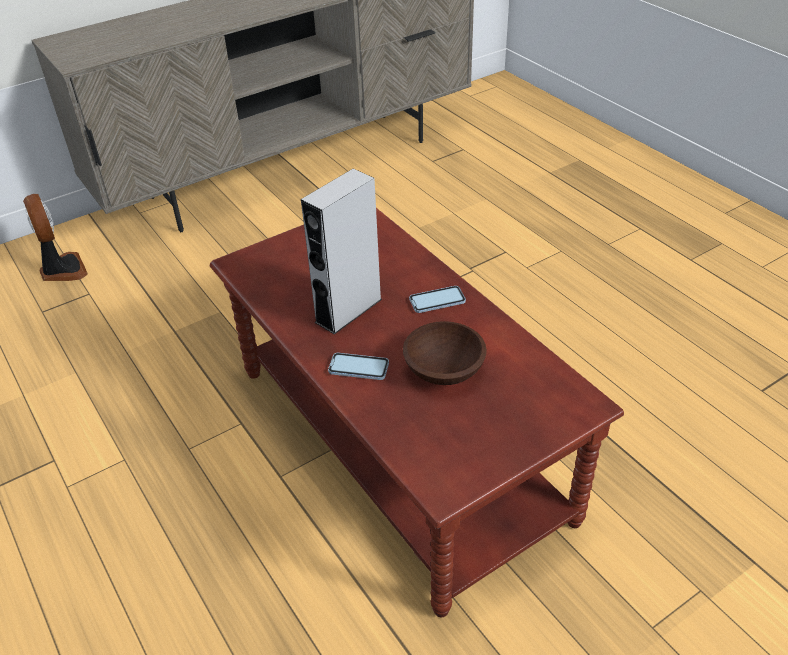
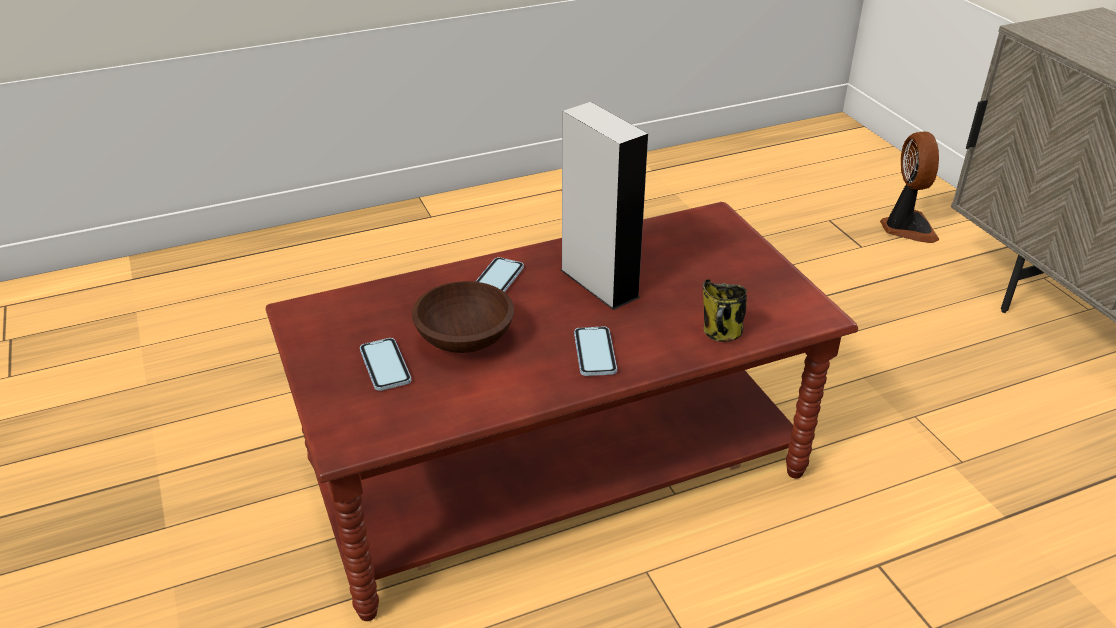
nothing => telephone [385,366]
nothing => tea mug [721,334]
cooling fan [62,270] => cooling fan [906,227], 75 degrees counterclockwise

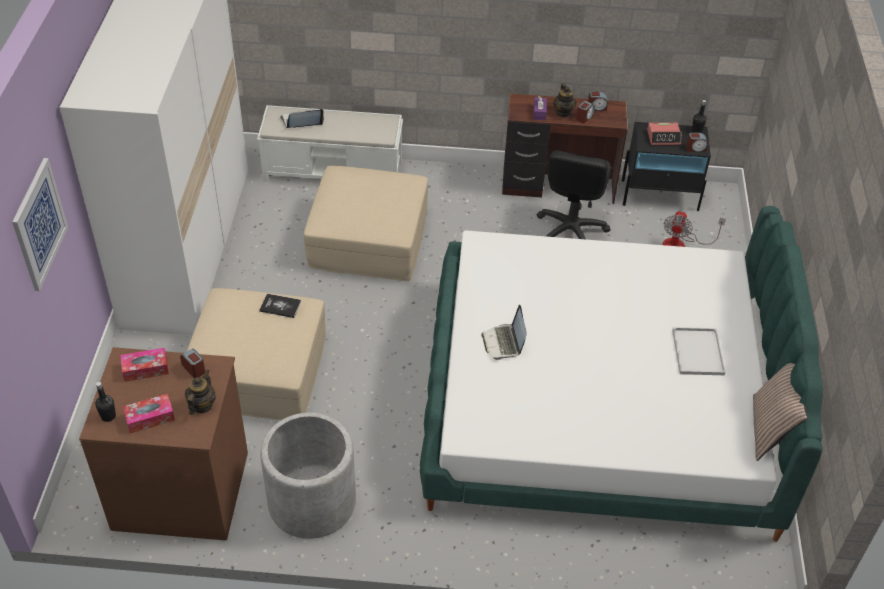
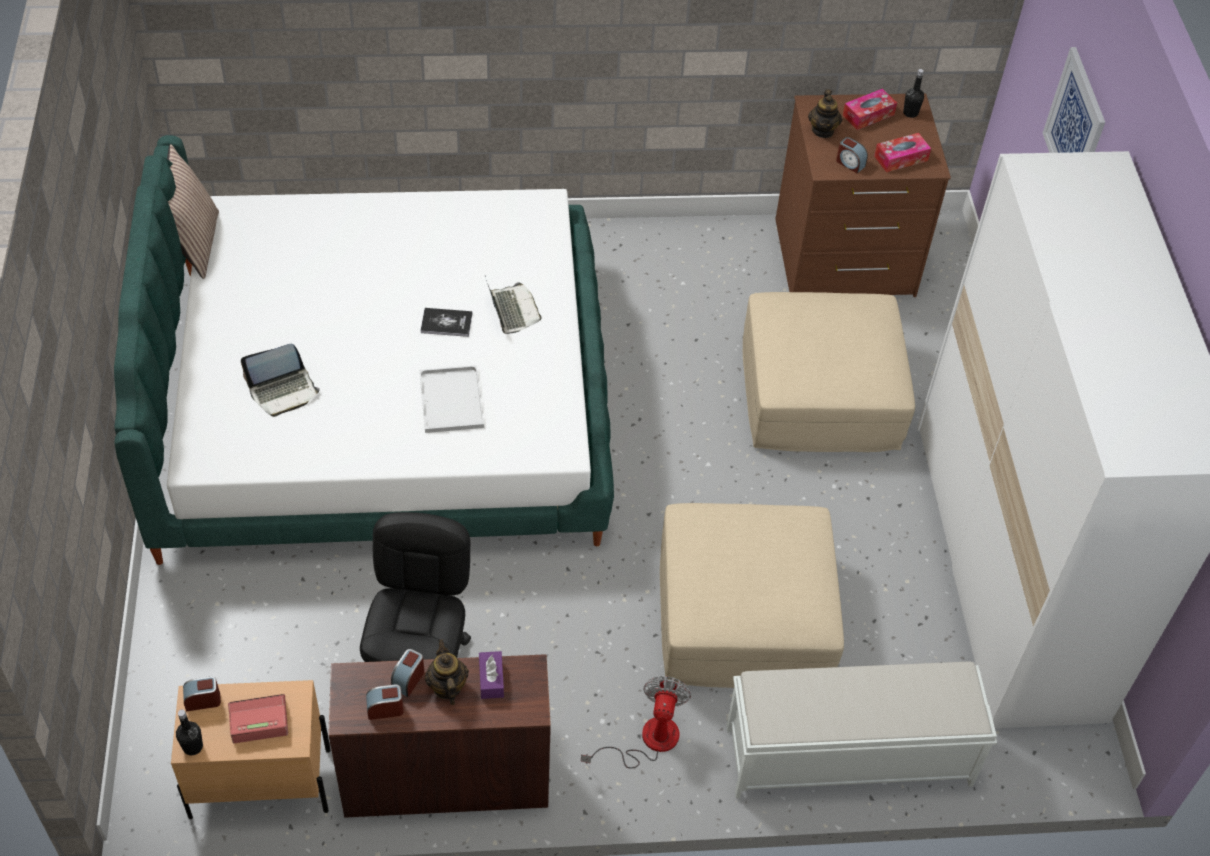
grey planter [311,502] => nothing
book [280,306] => book [446,323], shifted
notebook computer [301,122] => notebook computer [283,391], shifted
cooling fan [681,245] => cooling fan [647,741], shifted
white-coloured carrying tray [698,353] => white-coloured carrying tray [450,399], shifted
black bedside table [660,195] => beige-coloured bedside table [259,783]

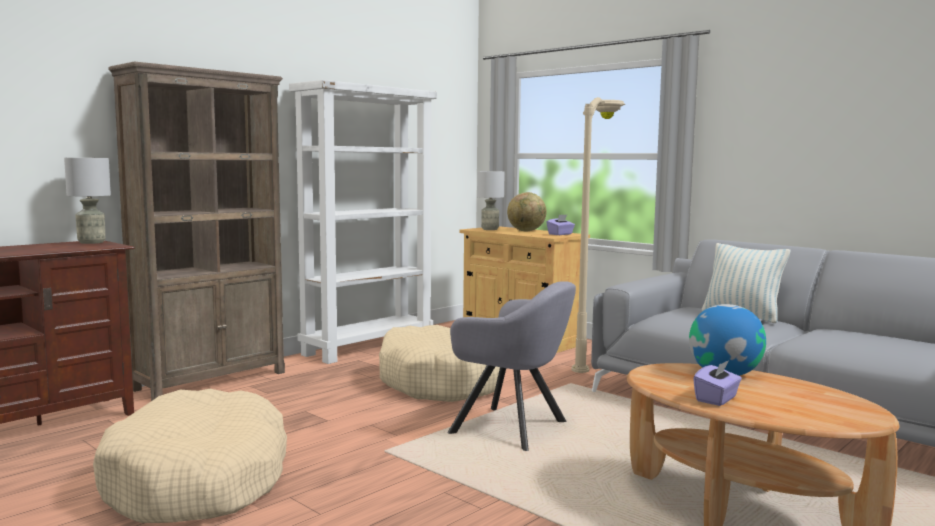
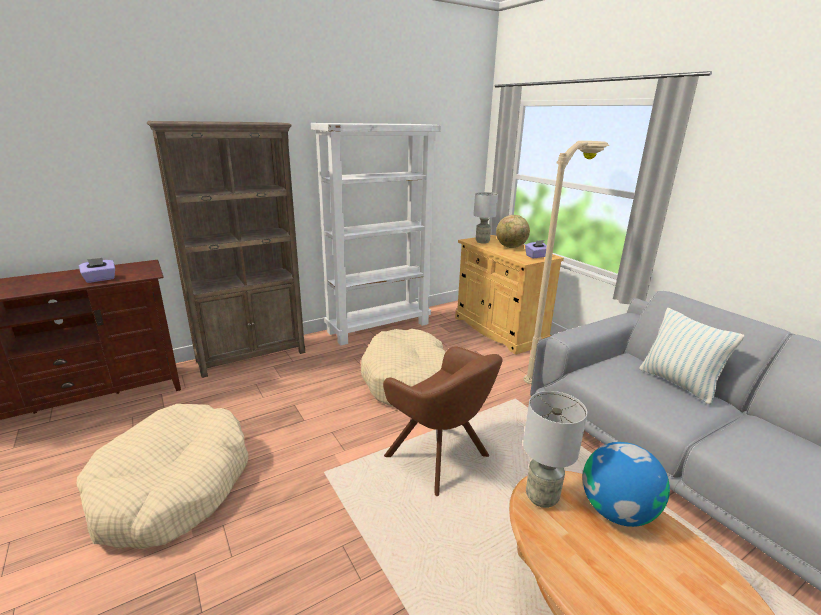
grey tabletop lamp [91,242] => grey tabletop lamp [541,498], shifted
purple-coloured tissue box [717,399] => purple-coloured tissue box [100,279], shifted
grey armchair [514,429] => brownish armchair [441,460]

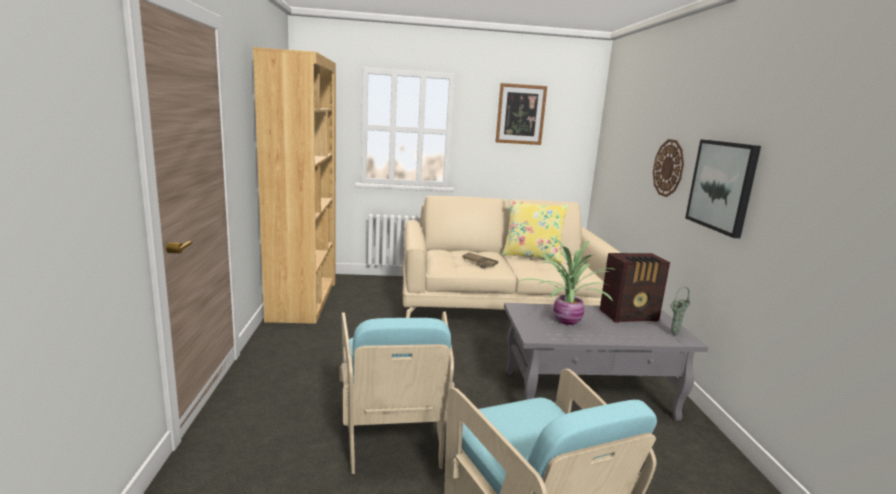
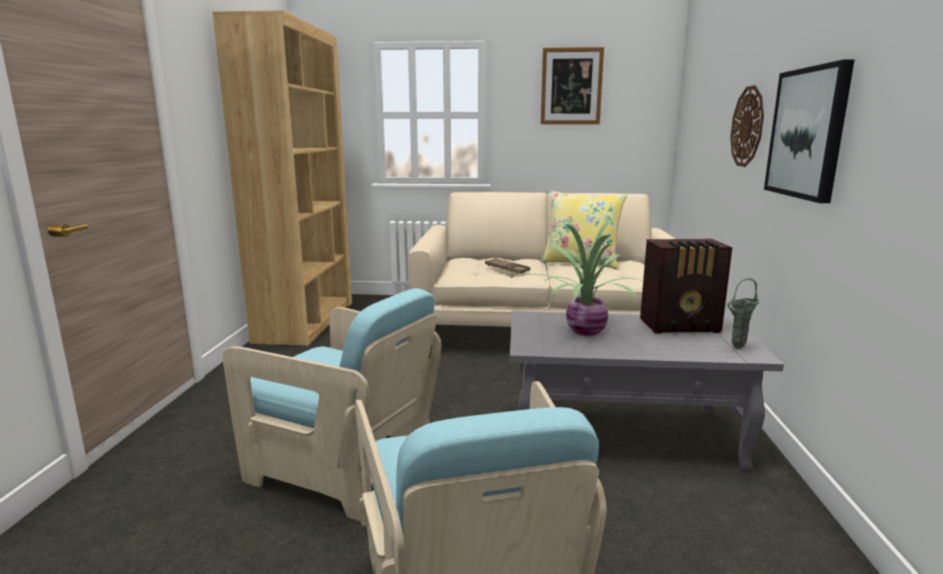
turquoise armchair [393,431] => turquoise armchair [342,469], 60 degrees counterclockwise

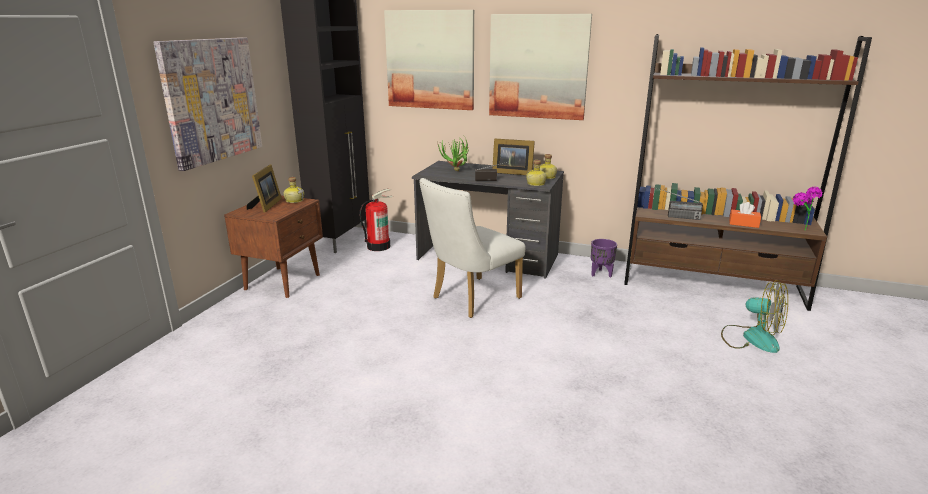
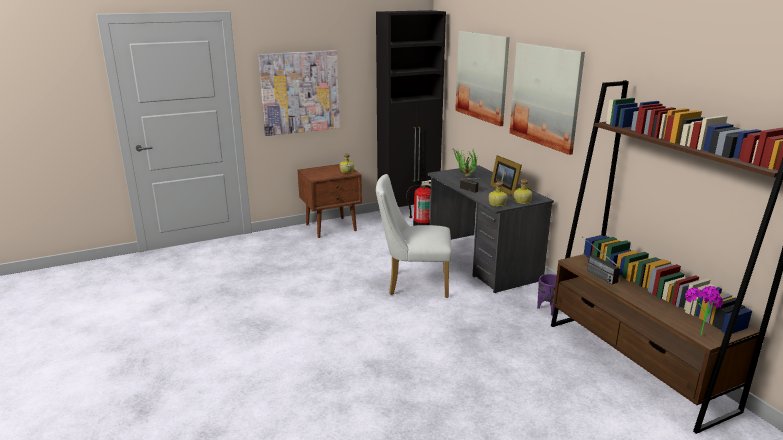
photo frame [266,205] => nothing
cooling fan [751,338] => nothing
orange-coloured tissue box [743,224] => nothing

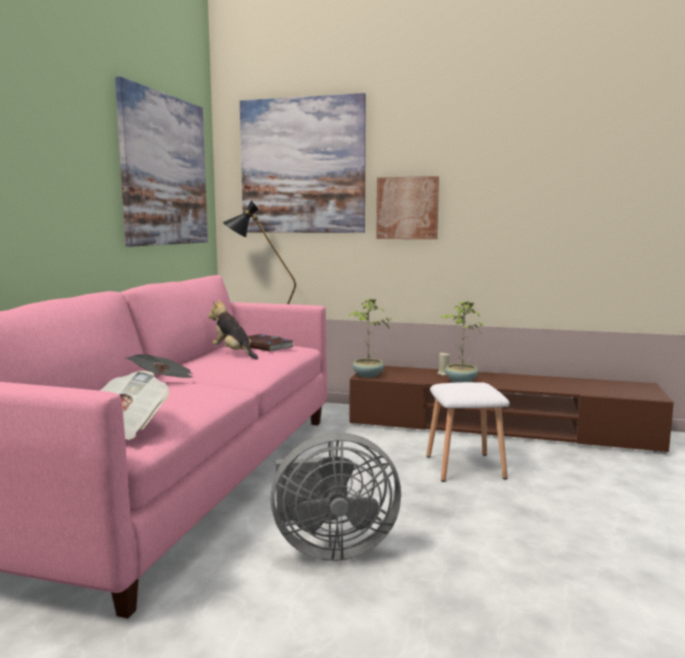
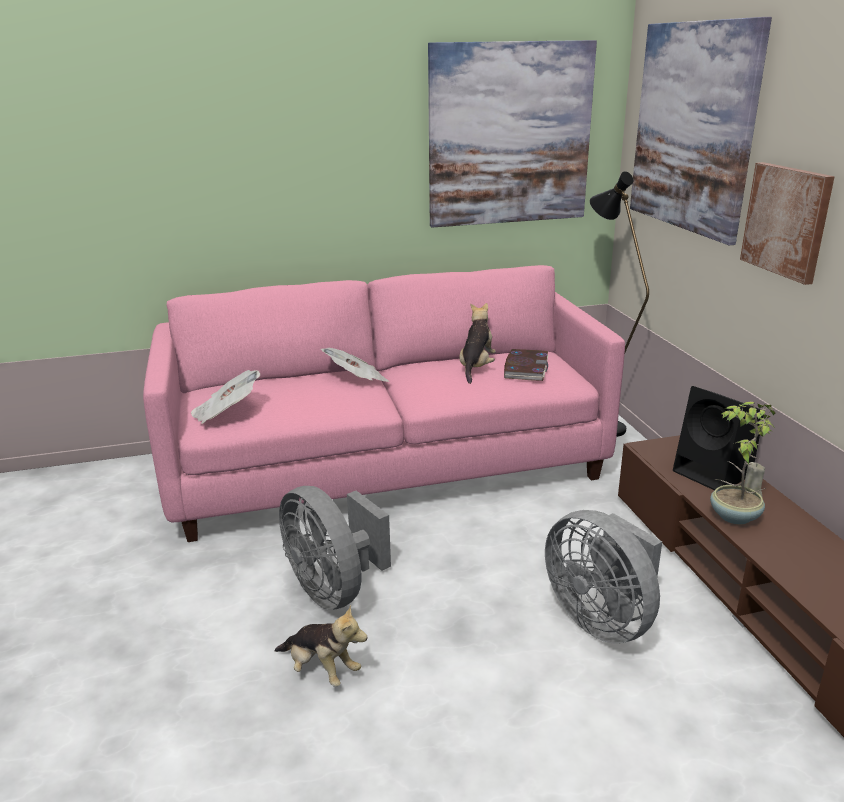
potted plant [368,375] => nothing
nothing => cuddly toy [321,670]
nothing => black speaker [714,474]
white-coloured stool seat [466,466] => grey cooling fan [601,619]

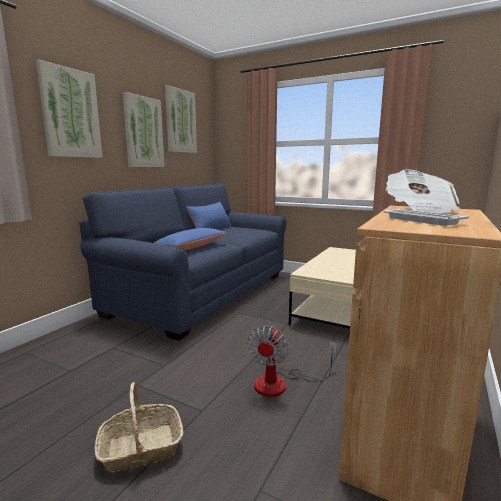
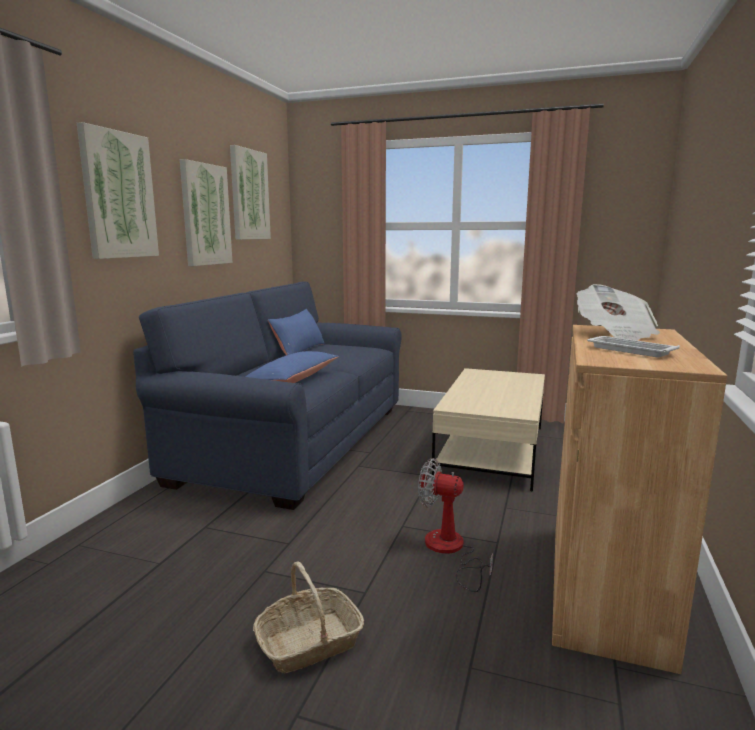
cooling fan [281,383] => cooling fan [450,551], 105 degrees clockwise

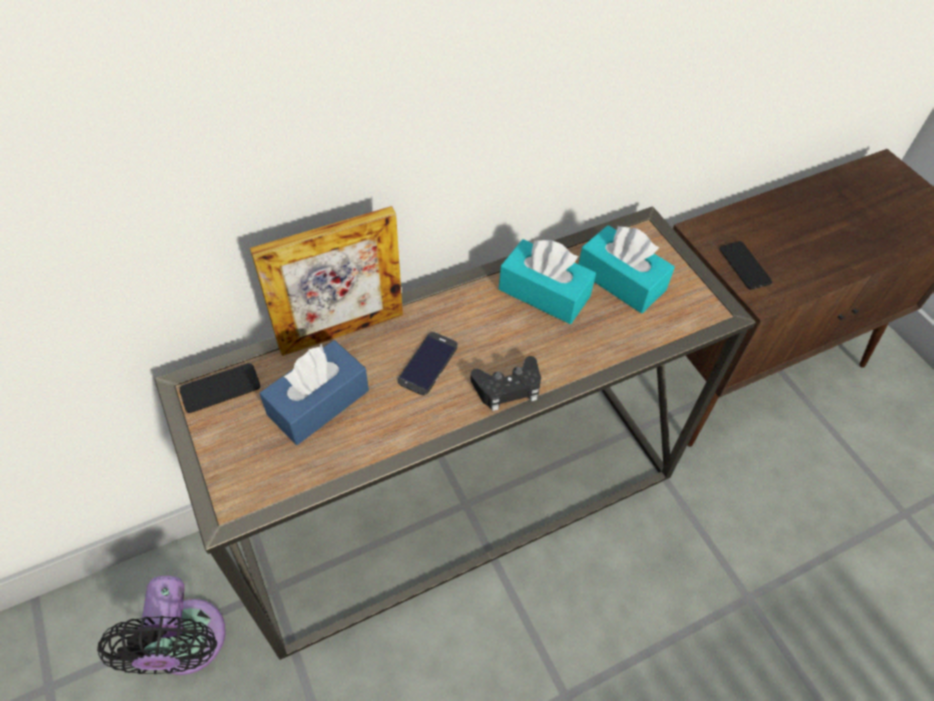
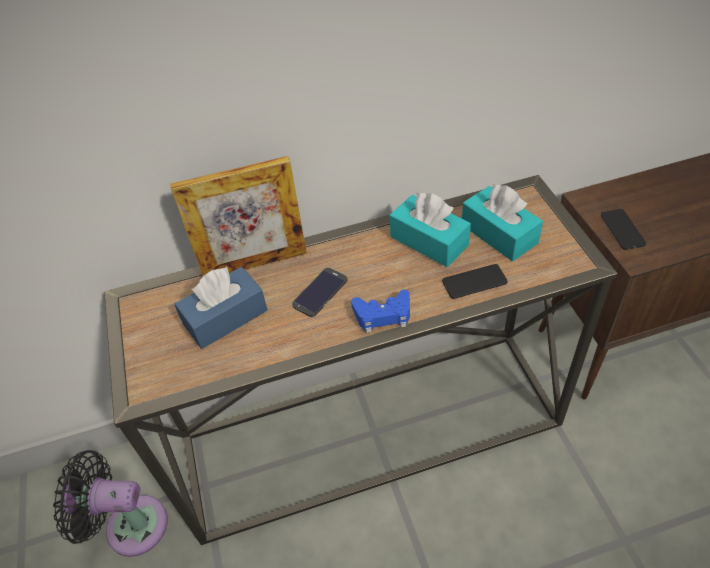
telephone [220,388] => telephone [474,282], shifted
black game controller [508,388] => blue-coloured game controller [383,315]
black cooling fan [187,646] => black cooling fan [130,525], 90 degrees clockwise

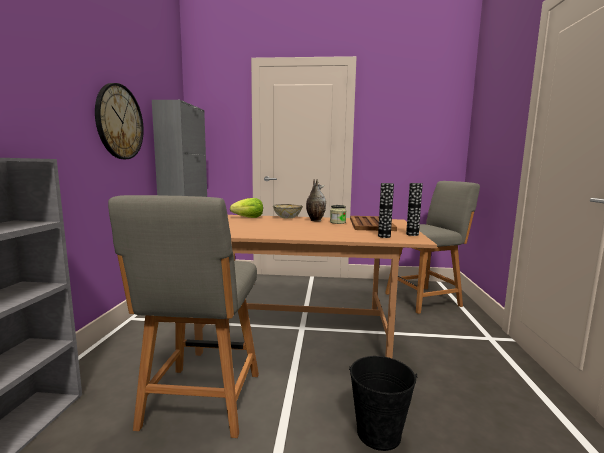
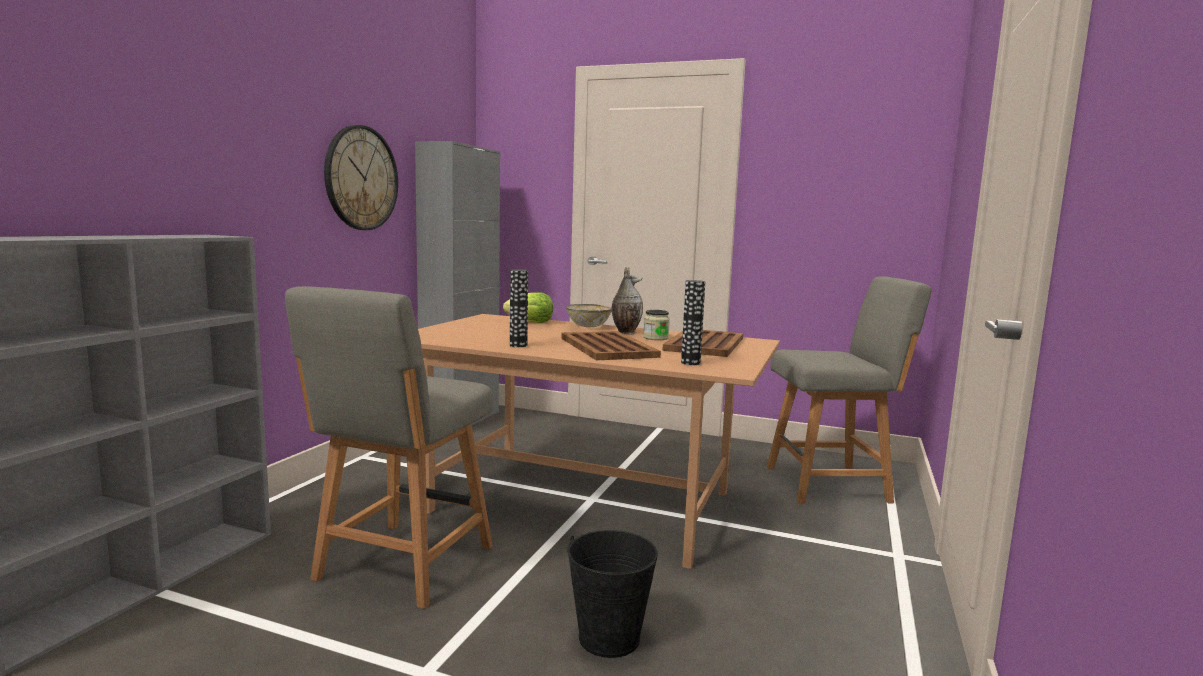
nothing => brownish carrying tray [607,347]
decorative vase [412,234] => decorative vase [518,345], shifted

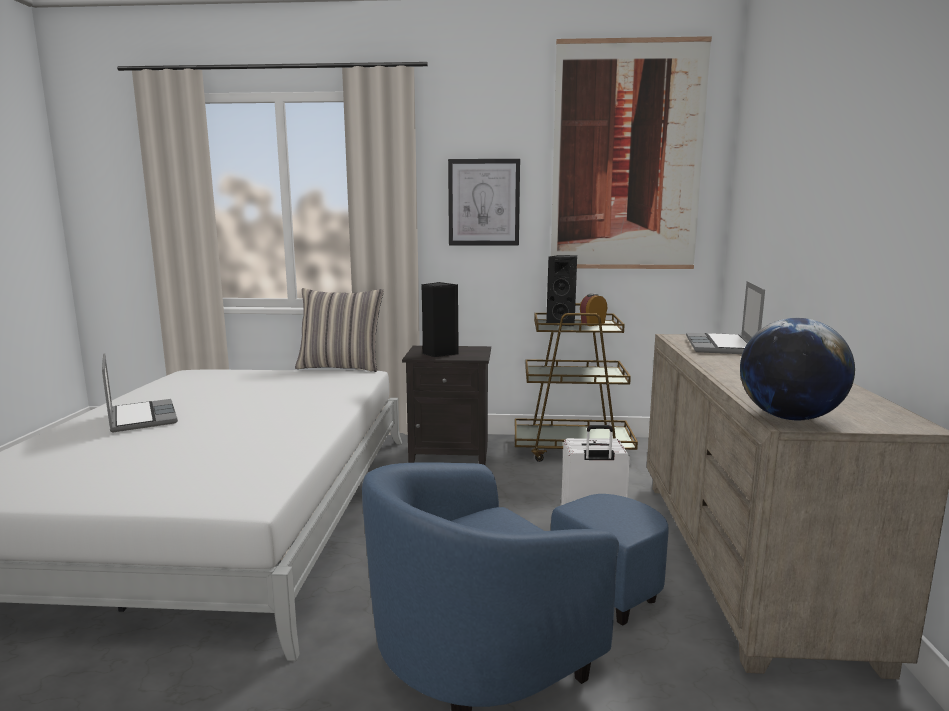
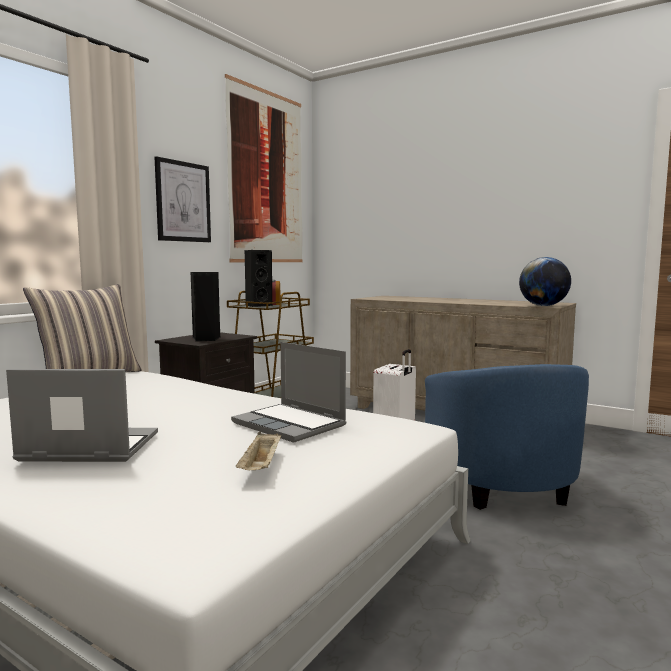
nothing => beige-coloured carrying tray [261,467]
notebook computer [722,346] => notebook computer [291,424], shifted

